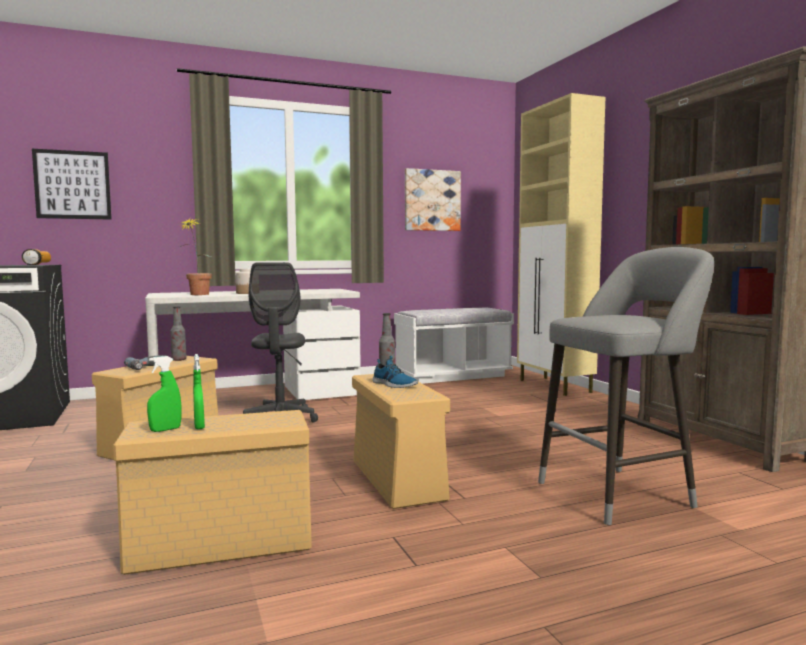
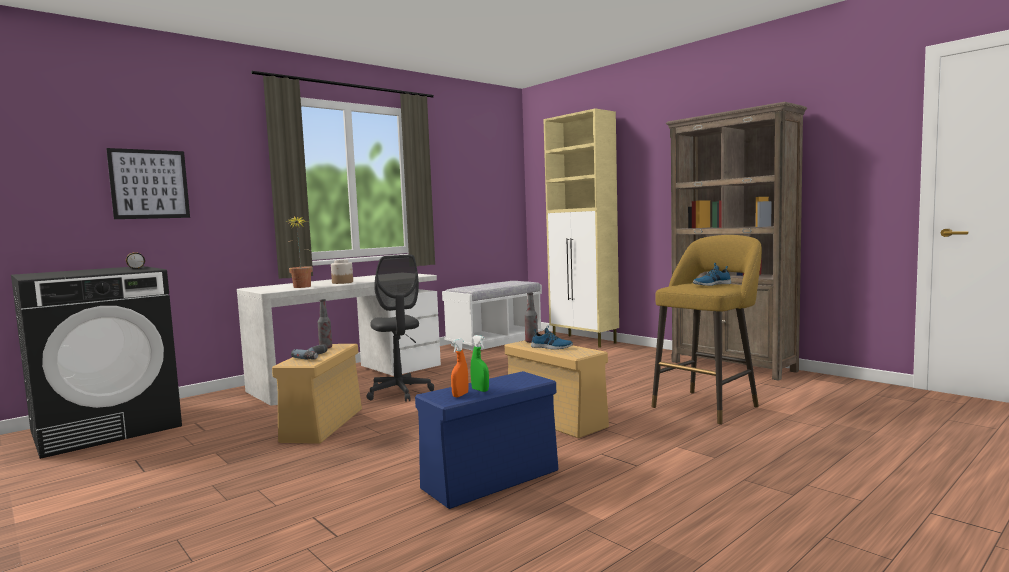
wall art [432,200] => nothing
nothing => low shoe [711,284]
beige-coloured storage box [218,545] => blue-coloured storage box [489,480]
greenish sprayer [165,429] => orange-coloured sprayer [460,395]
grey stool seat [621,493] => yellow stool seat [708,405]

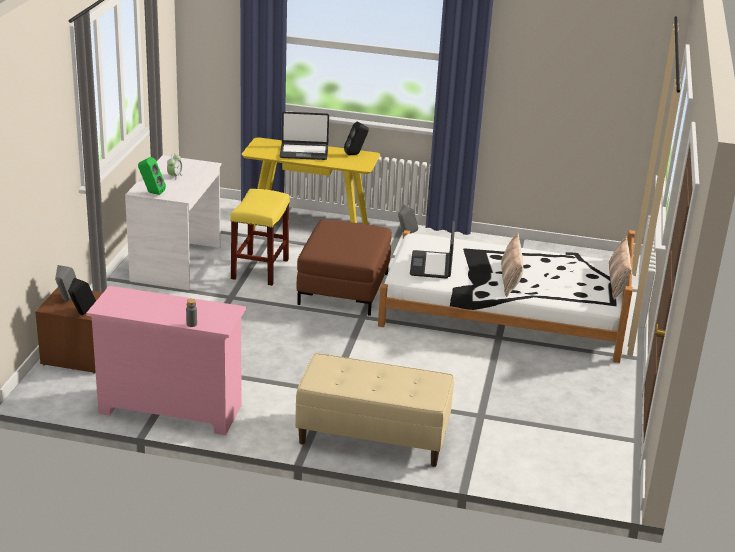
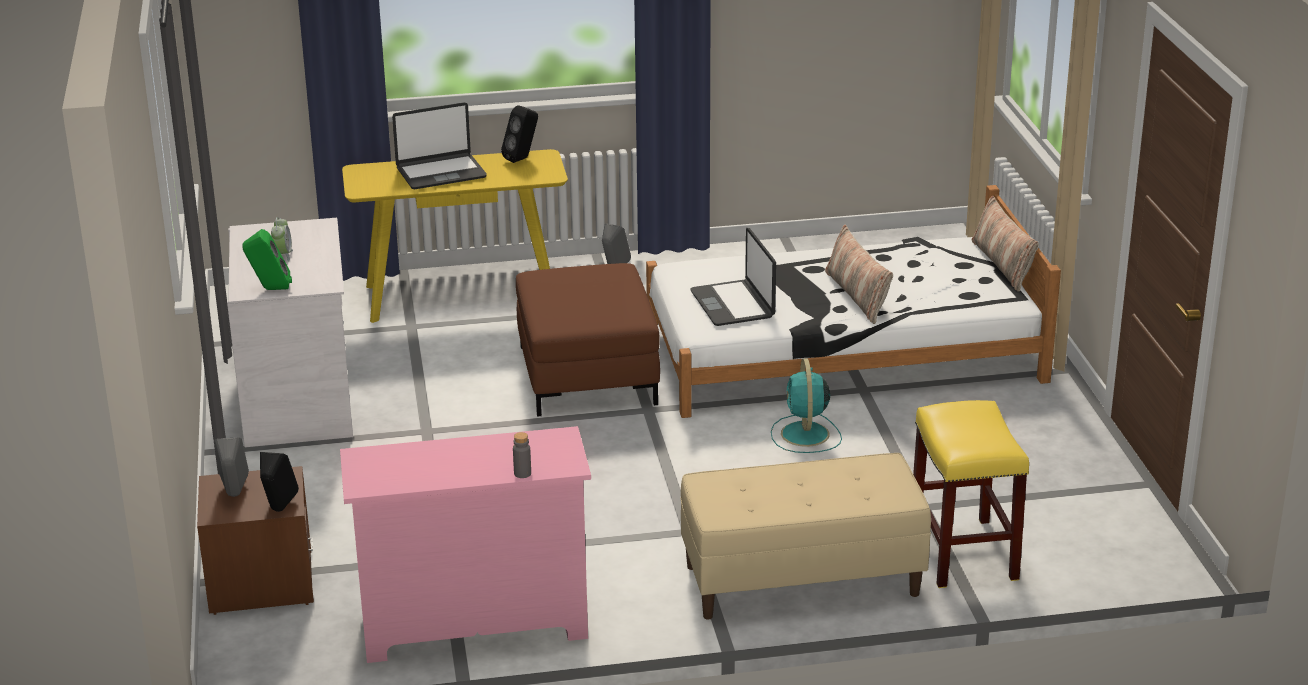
nothing => turquoise cooling fan [805,435]
yellow stool seat [260,270] => yellow stool seat [964,553], shifted

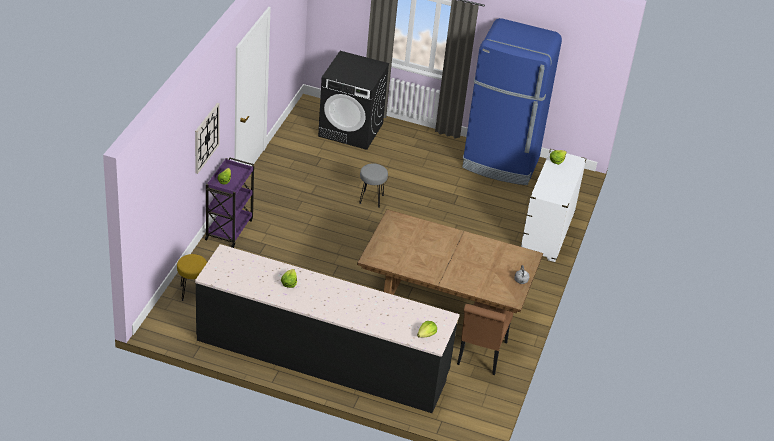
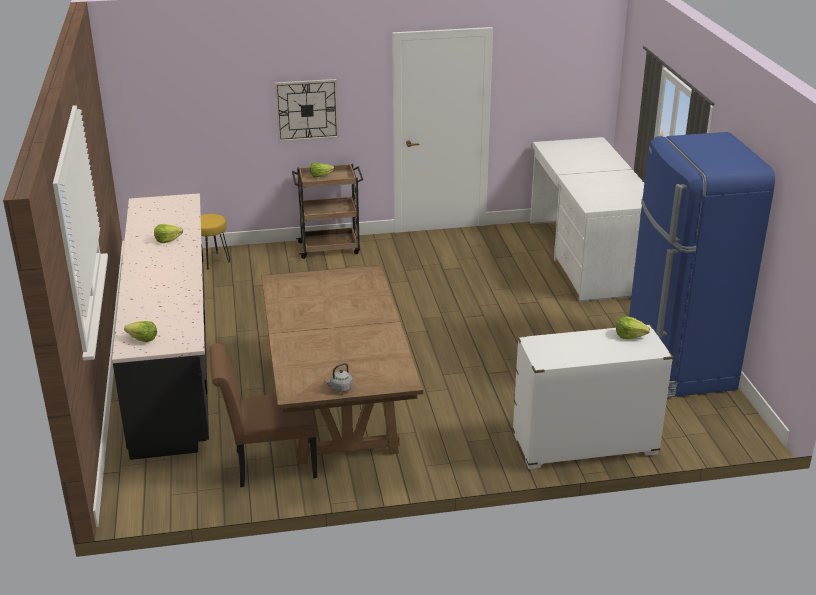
grey stool seat [371,199] => nothing
black laundry appliance [351,130] => white-coloured desk table [586,256]
purple-coloured trolley [229,229] => brownish trolley [330,248]

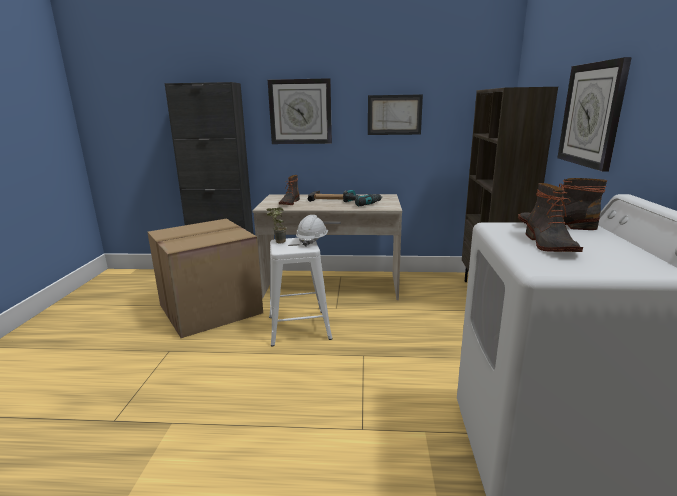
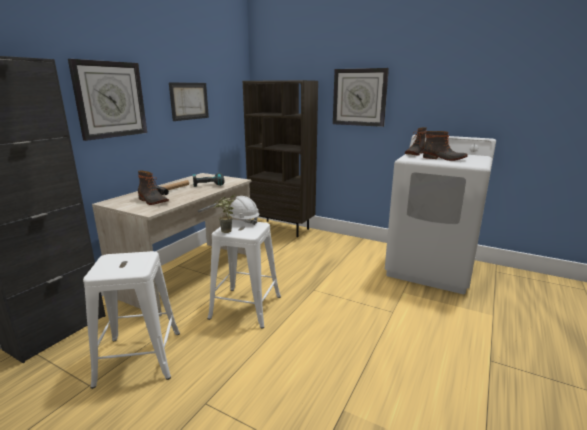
cardboard box [209,309] => white-coloured stool seat [139,357]

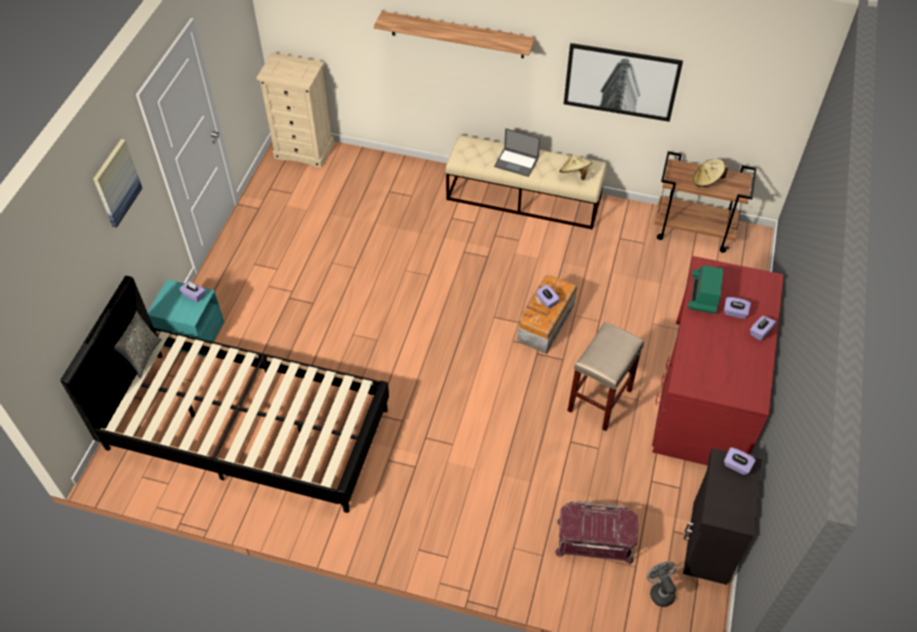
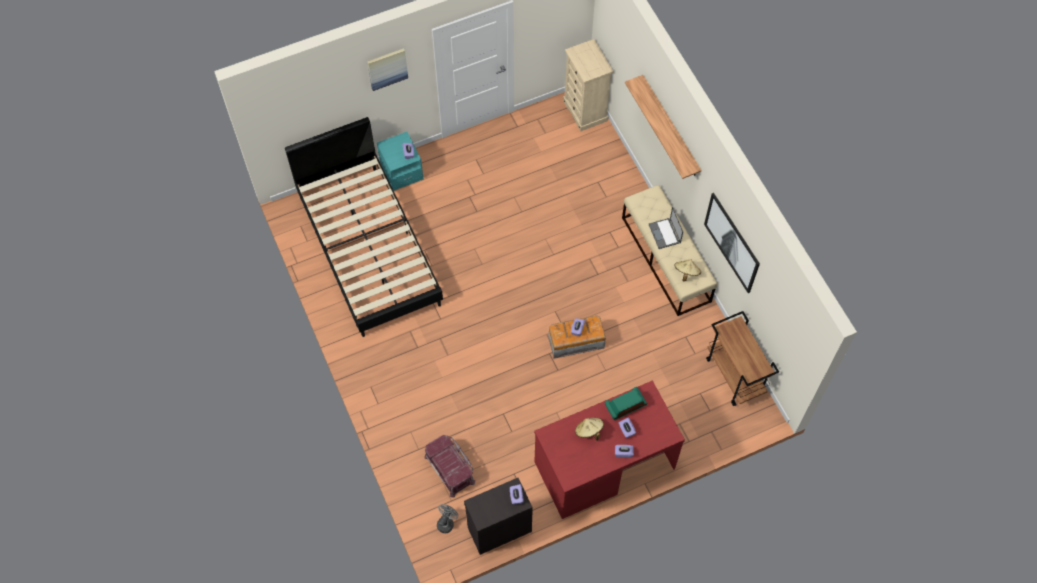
grey cushion [142,356] => nothing
beige-coloured stool seat [599,399] => nothing
beige-coloured wearable hat [707,180] => beige-coloured wearable hat [588,431], shifted

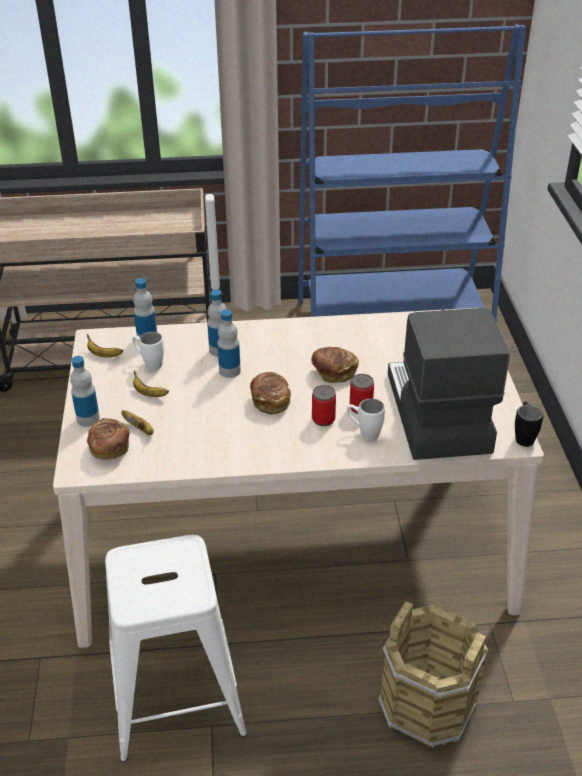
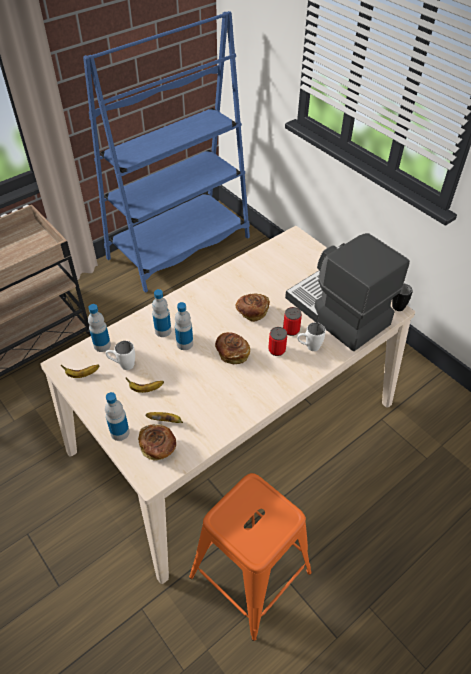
brownish water bucket [427,705] => nothing
white-coloured stool seat [176,694] => orange-coloured stool seat [250,574]

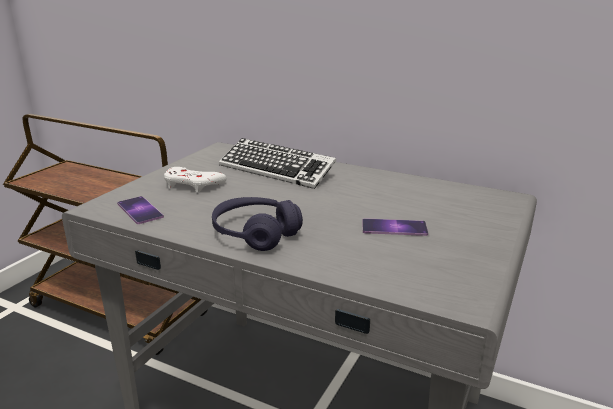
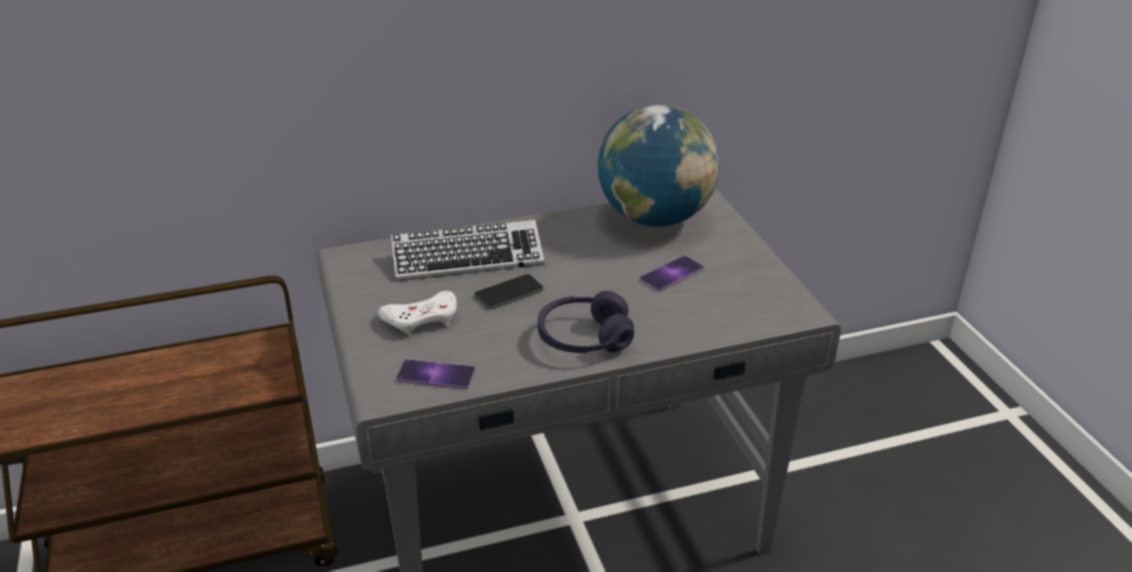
nothing => telephone [509,293]
nothing => world globe [655,218]

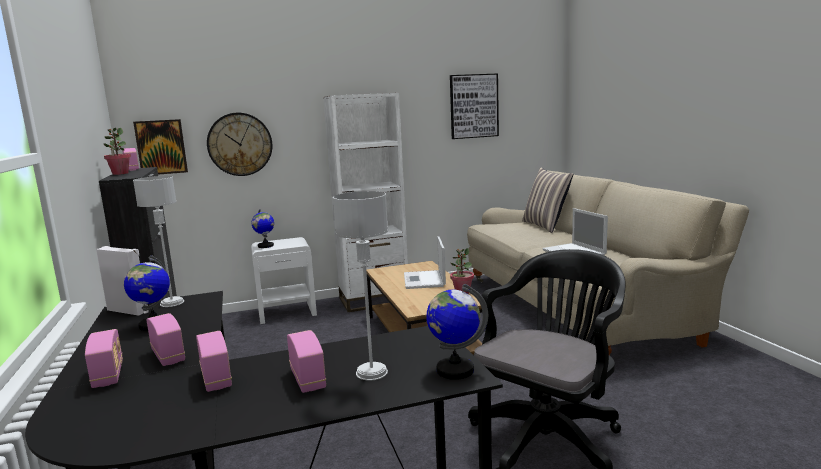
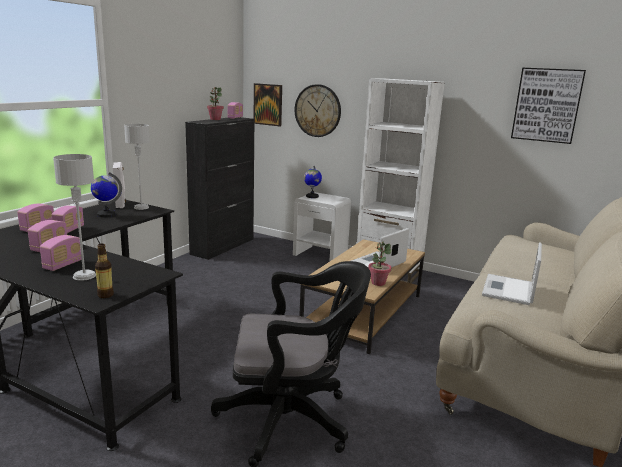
cushion [545,226] => nothing
world globe [454,370] => beverage bottle [105,295]

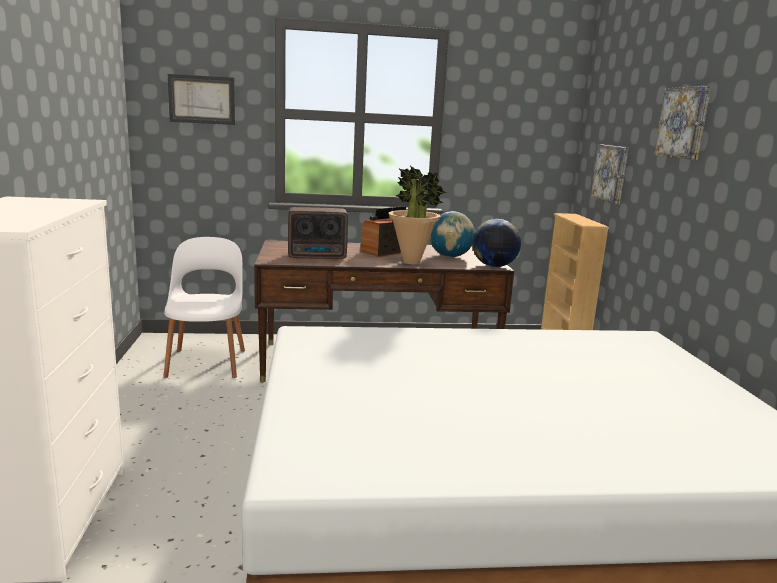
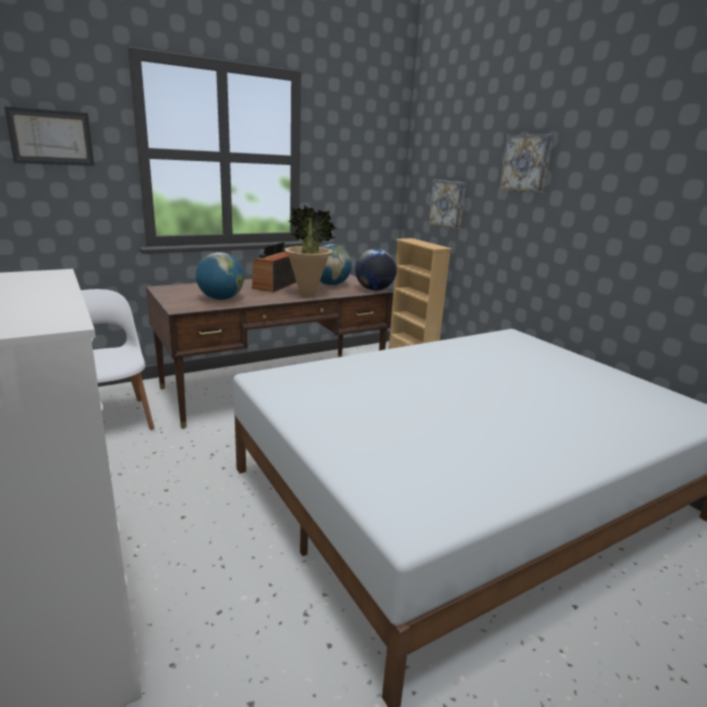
radio receiver [318,257] => world globe [221,299]

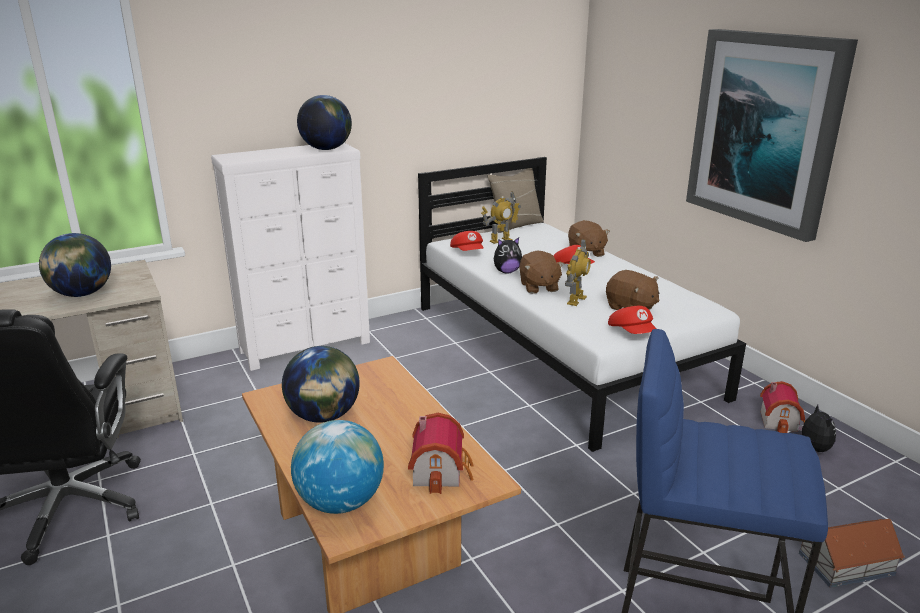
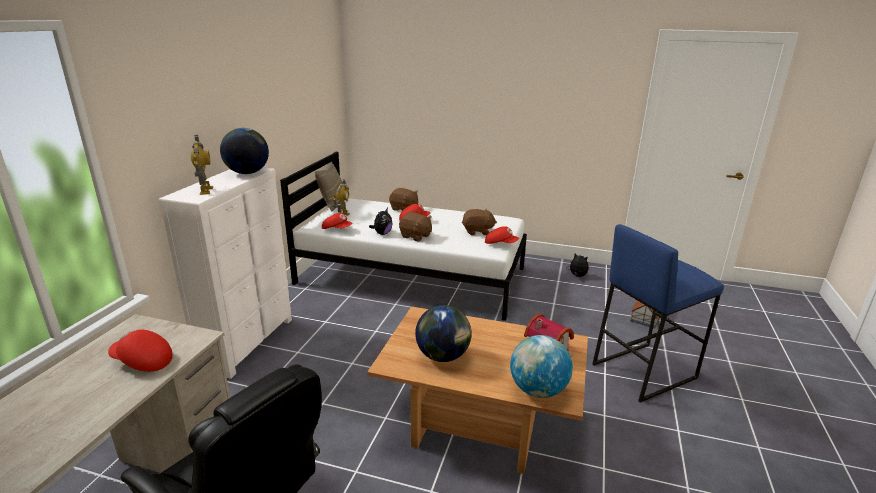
wall art [765,130] => nothing
toy house [781,421] => nothing
toy robot [576,300] => toy robot [205,190], shifted
world globe [82,294] => red-coloured cap [142,362]

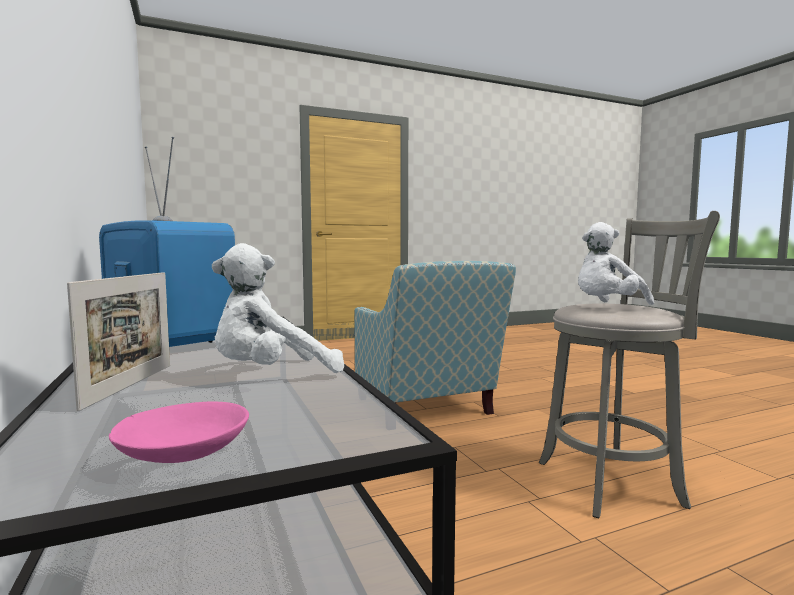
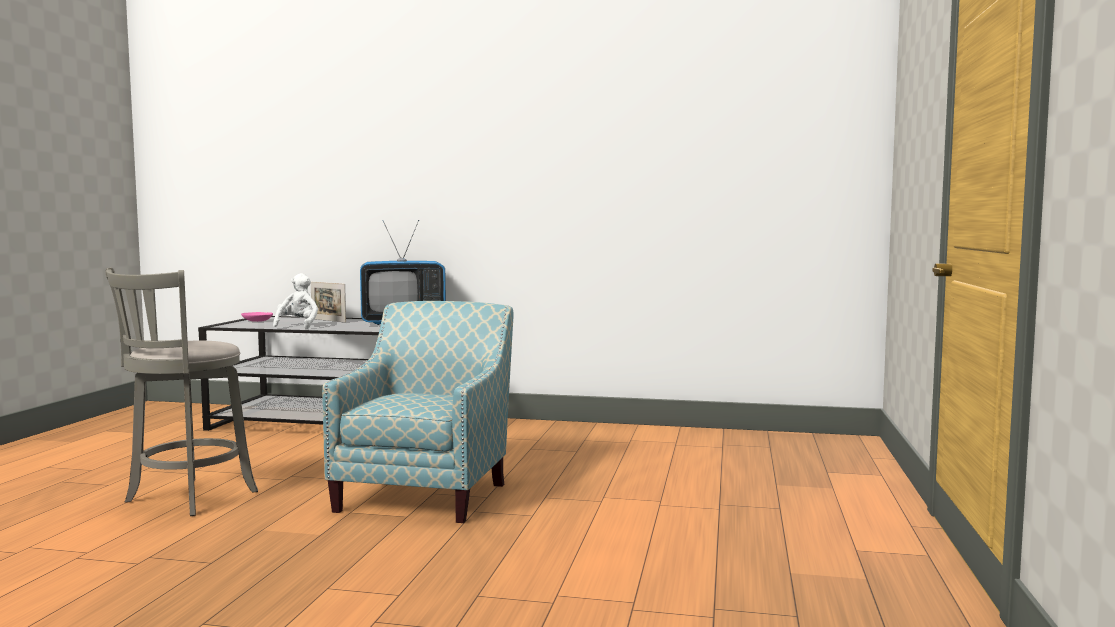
white-coloured cuddly toy [607,307] => nothing
armchair [427,410] => armchair [427,492], 90 degrees clockwise

